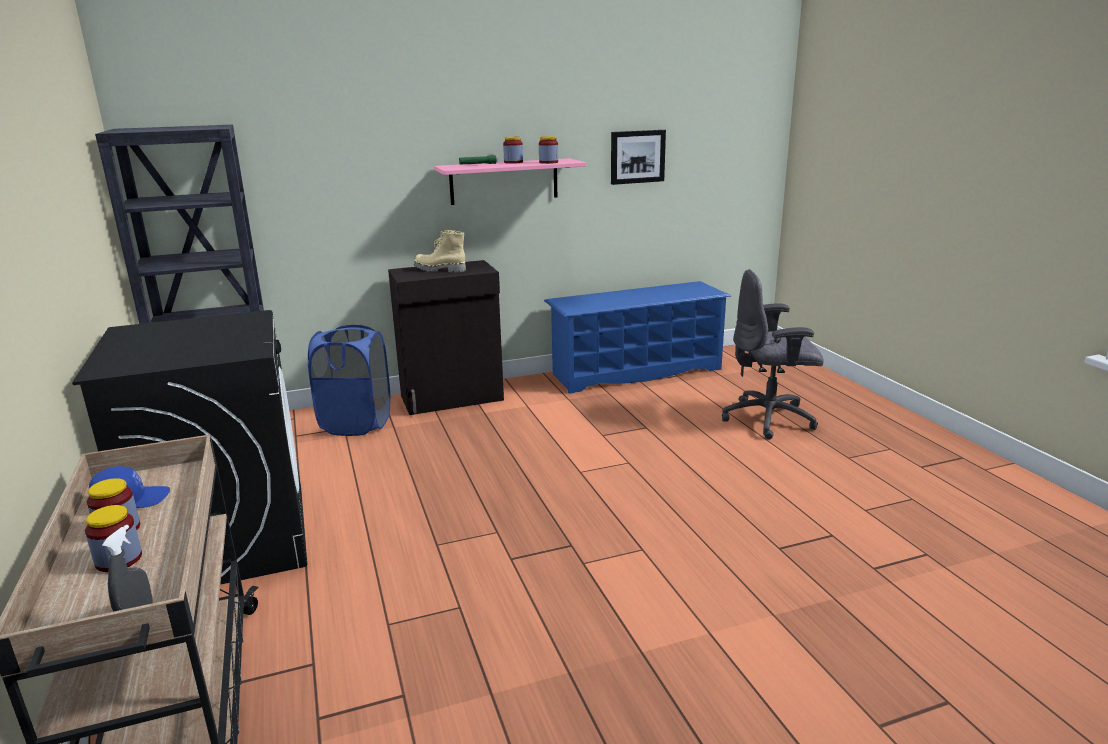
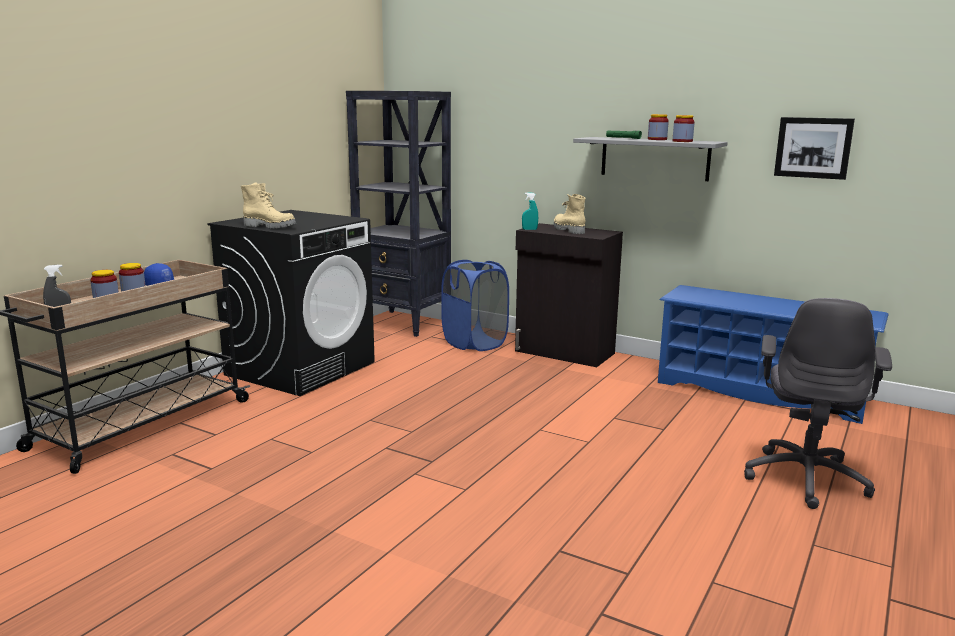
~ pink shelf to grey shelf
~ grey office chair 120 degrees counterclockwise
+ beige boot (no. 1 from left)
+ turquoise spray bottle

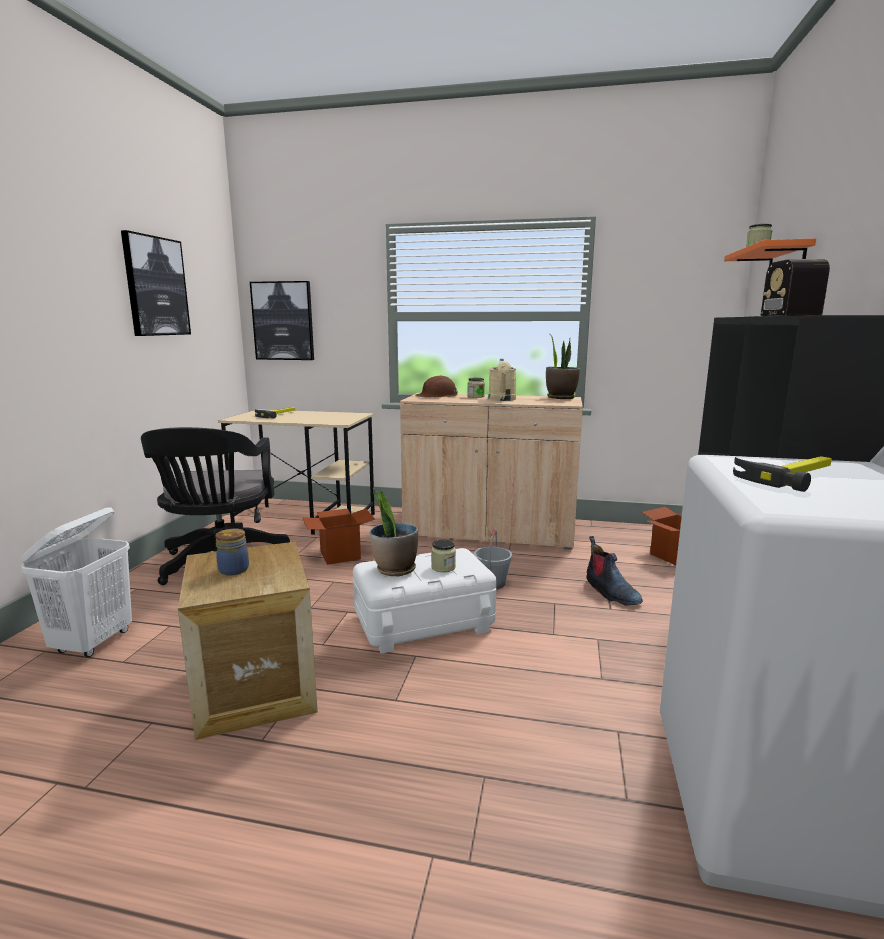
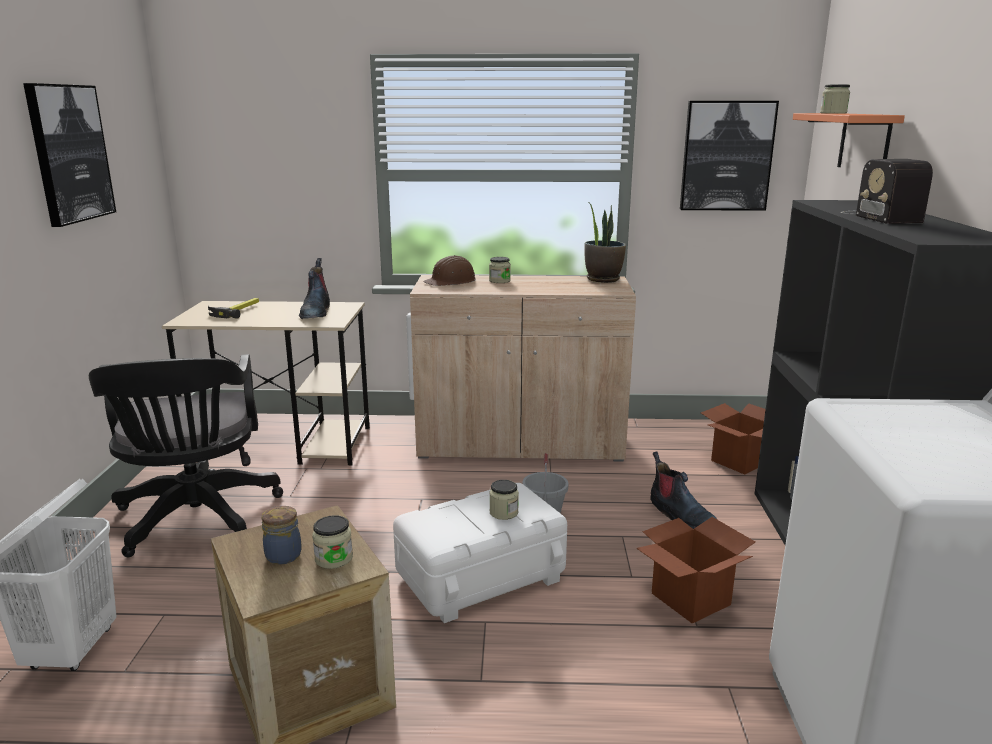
~ picture (no. 2 from left)
- beige watering can
- hammer (no. 2 from left)
- potted plant (no. 1 from left)
~ cardboard box (no. 1 from left)
+ boot (no. 1 from left)
+ jar (no. 2 from left)

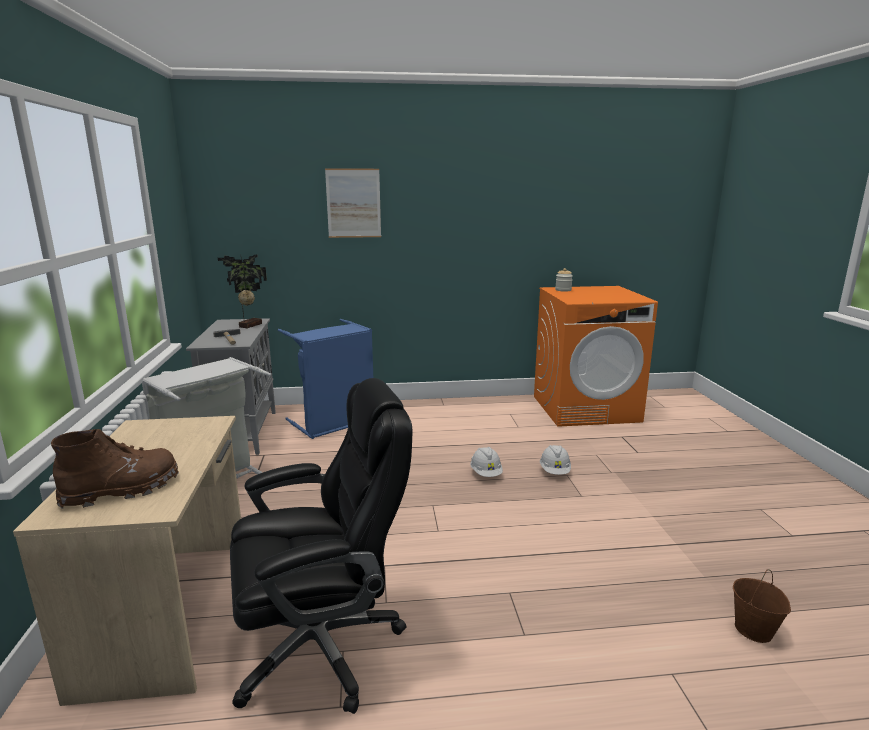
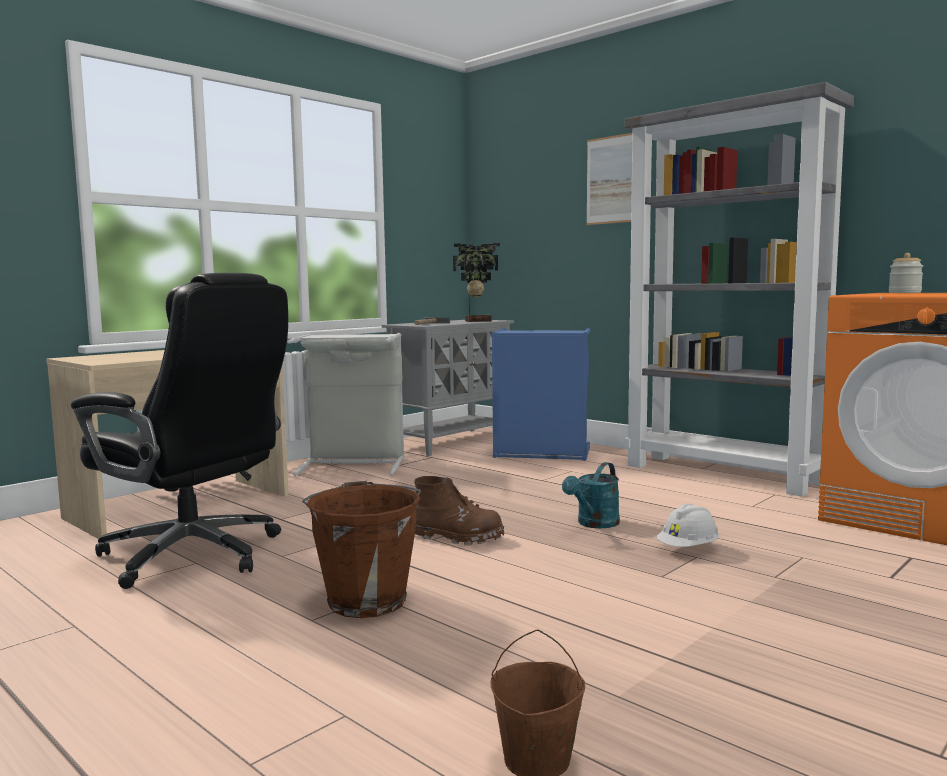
~ brown boot
~ white hard hat (no. 1 from left) to turquoise watering can
+ grey bookcase
+ brown bucket (no. 1 from left)

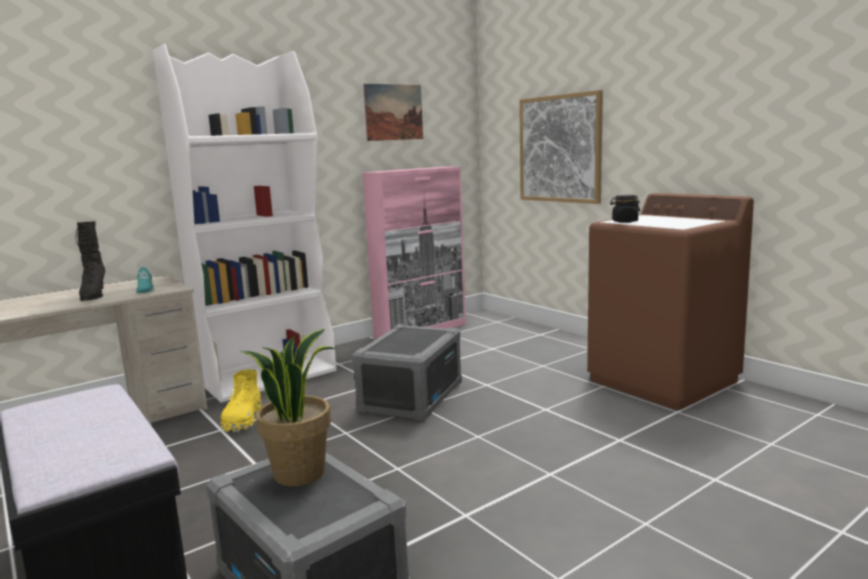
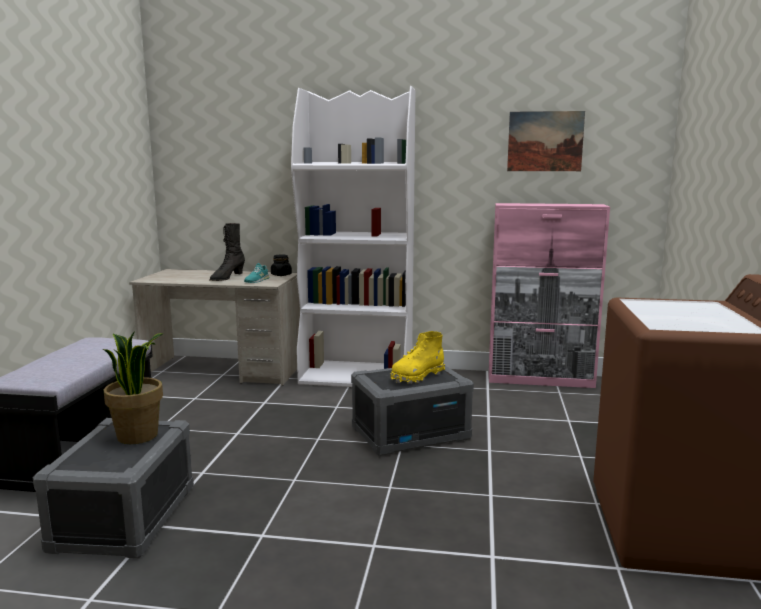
- picture (no. 2 from left)
~ black jar
~ yellow boot

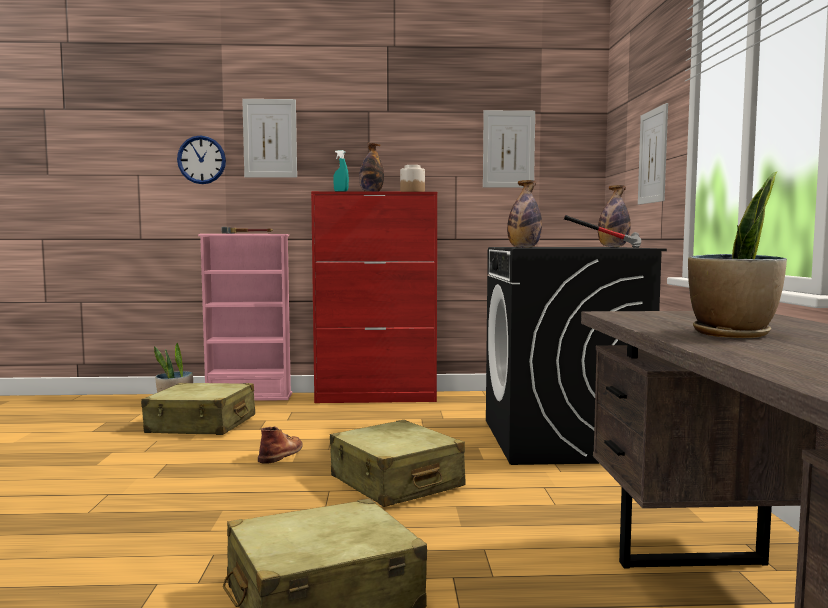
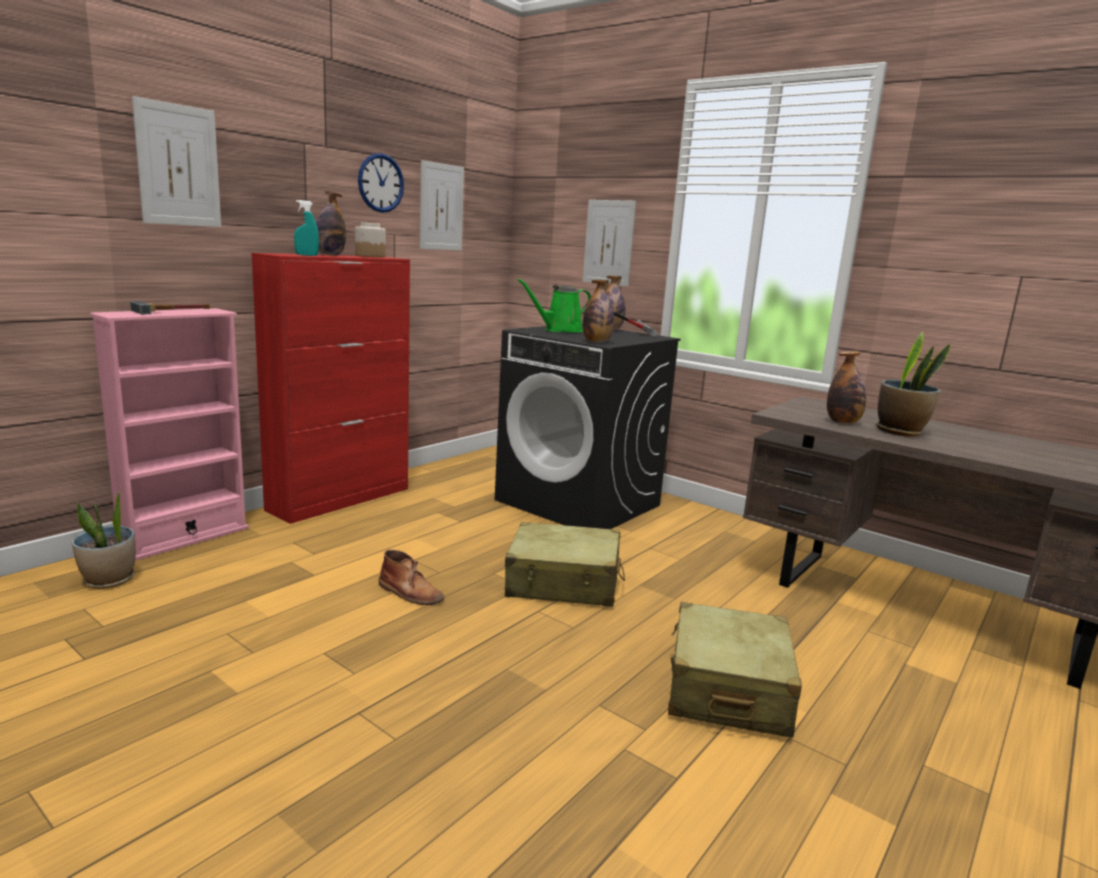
~ wall clock
- beige suitcase (no. 1 from left)
~ brown boot 150 degrees clockwise
+ green watering can
+ bottle (no. 4 from left)

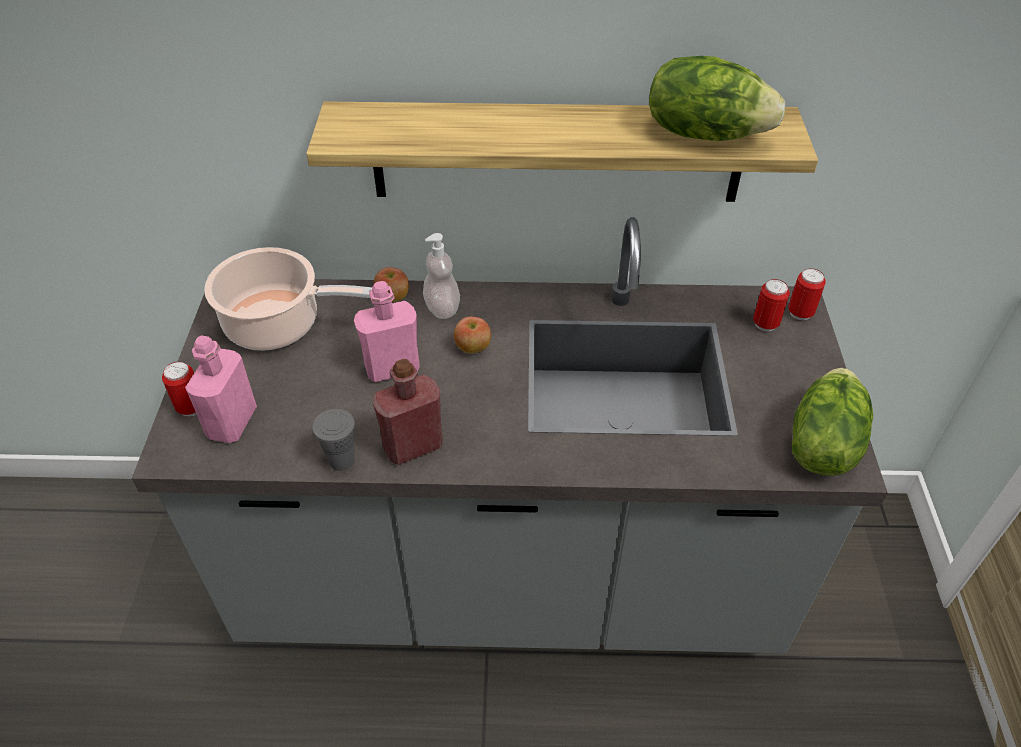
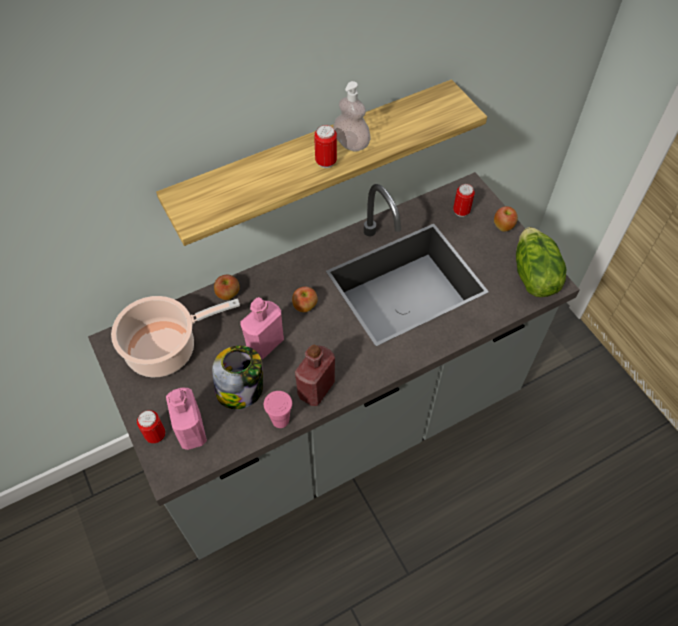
- lettuce (no. 1 from left)
~ soap dispenser
~ can (no. 3 from left in the first image) to can (no. 2 from left)
~ grey cup to pink cup
+ apple (no. 3 from left)
+ jar

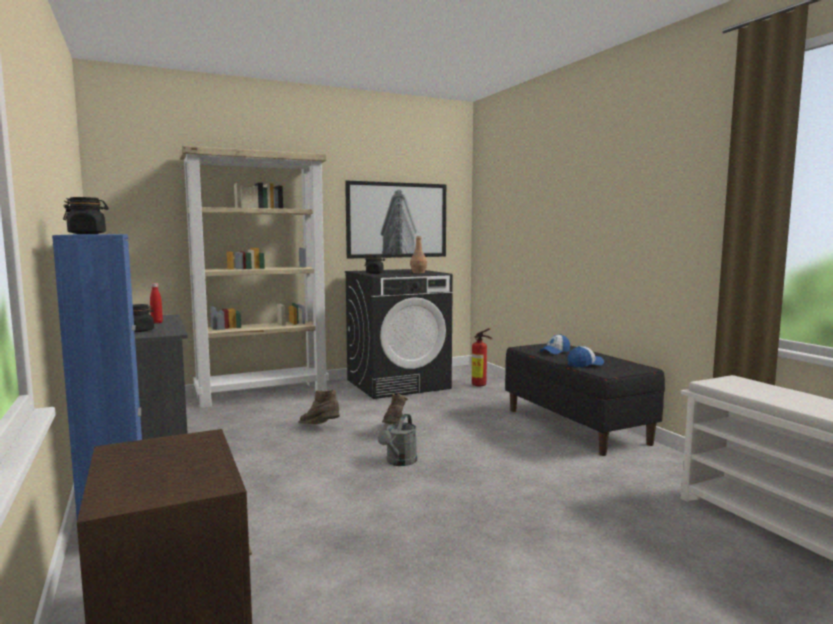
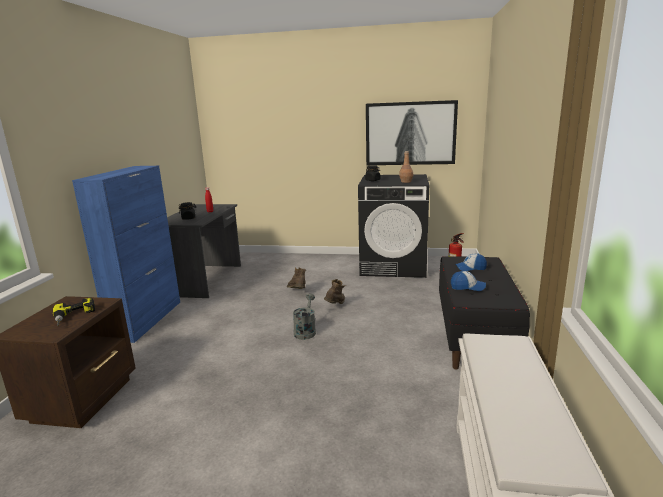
- beige bookcase
- black jar (no. 1 from left)
~ grey watering can 135 degrees clockwise
+ power drill

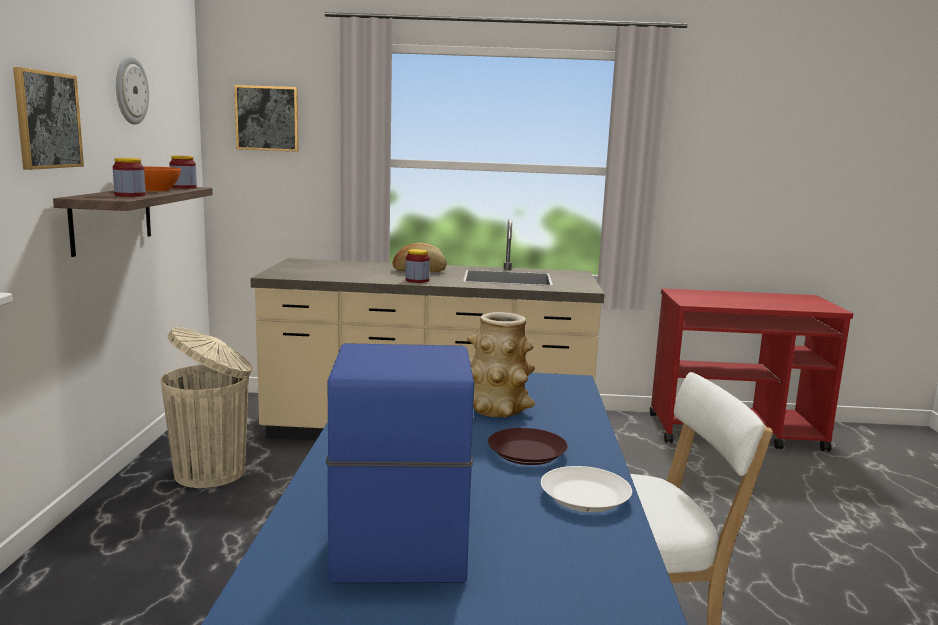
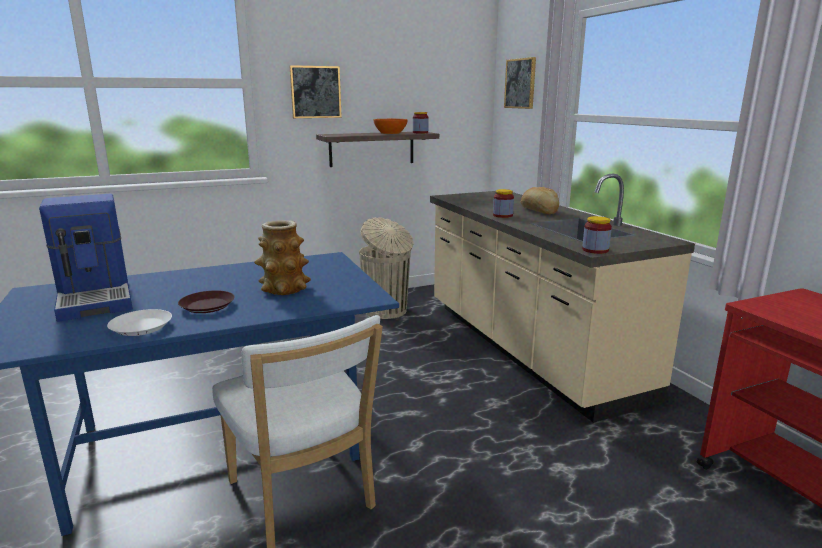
- wall clock
~ jar (no. 1 from left in the first image) to jar (no. 3 from left)
~ coffee machine 90 degrees clockwise

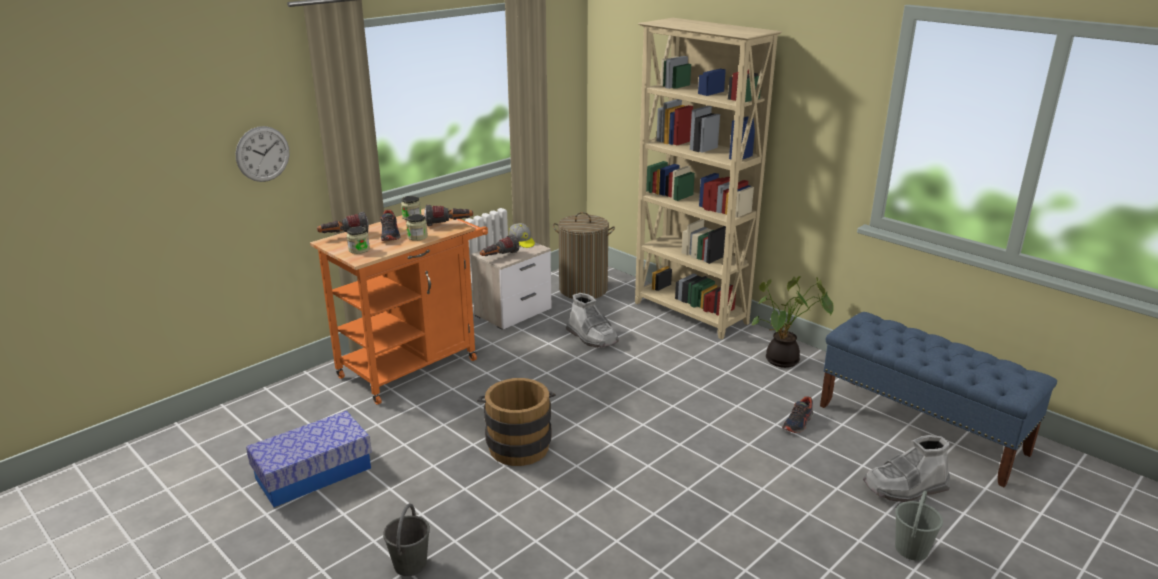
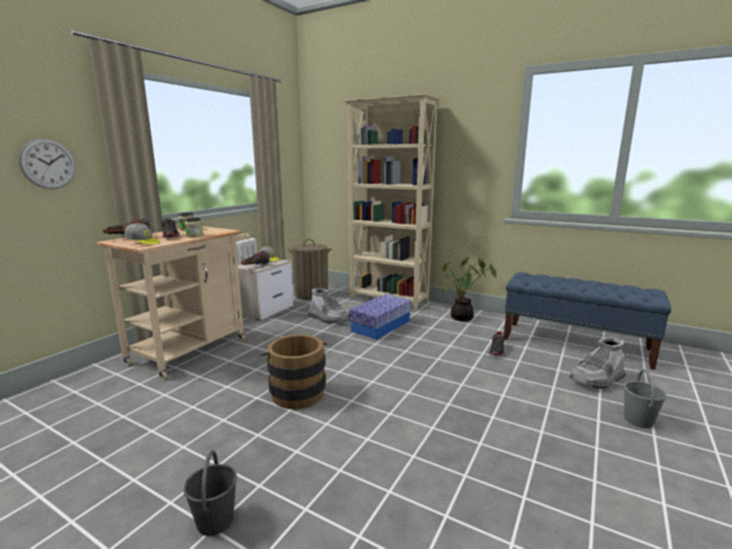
- flashlight (no. 2 from left)
~ orange cart to beige cart
~ jar (no. 1 from left) to cap (no. 1 from left)
~ storage box

